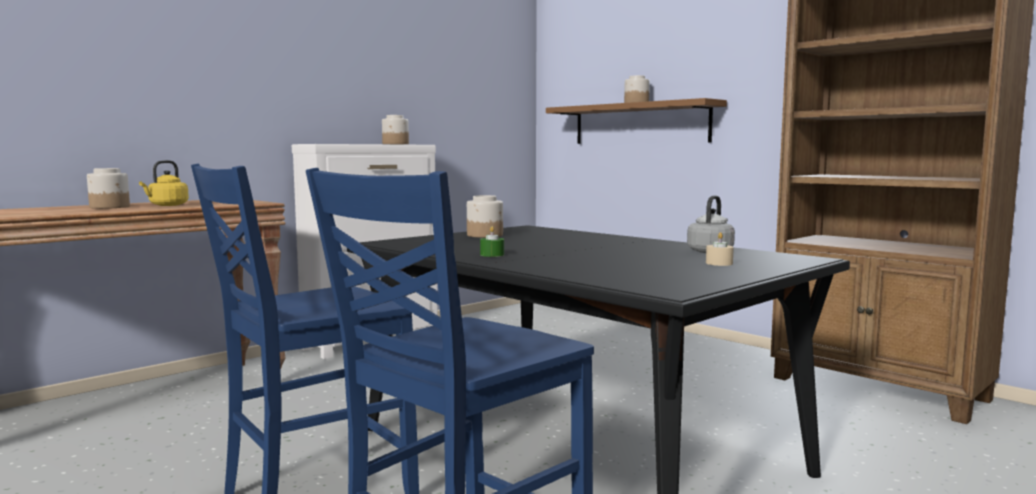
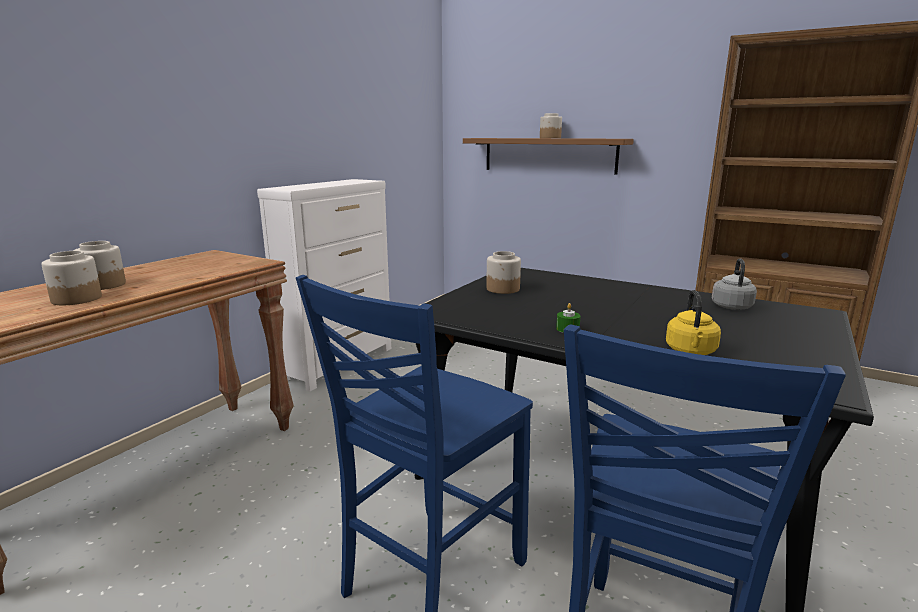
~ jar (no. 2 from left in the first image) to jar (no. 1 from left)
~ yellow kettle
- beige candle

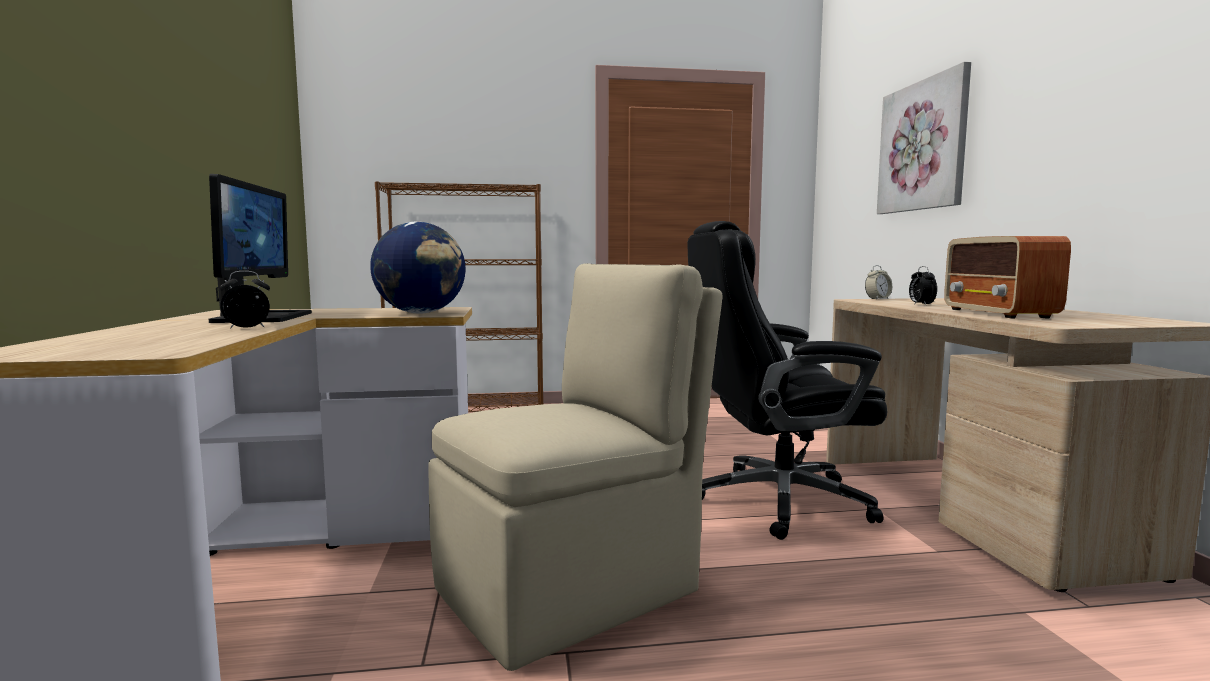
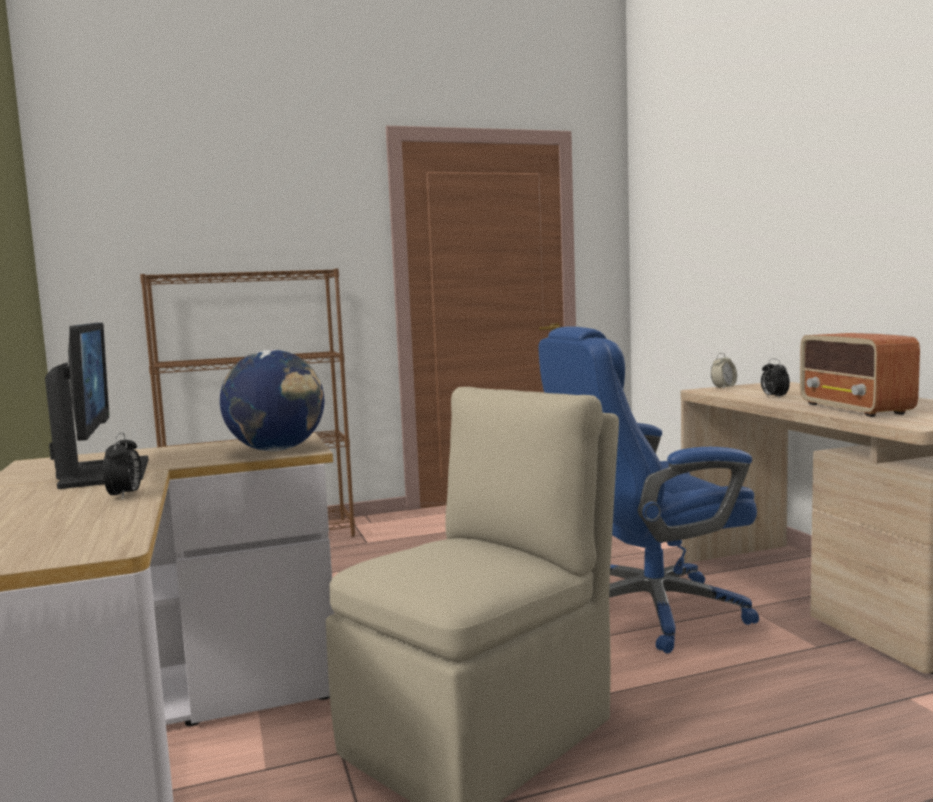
- picture
~ black office chair to blue office chair
~ alarm clock (no. 1 from left) 120 degrees clockwise

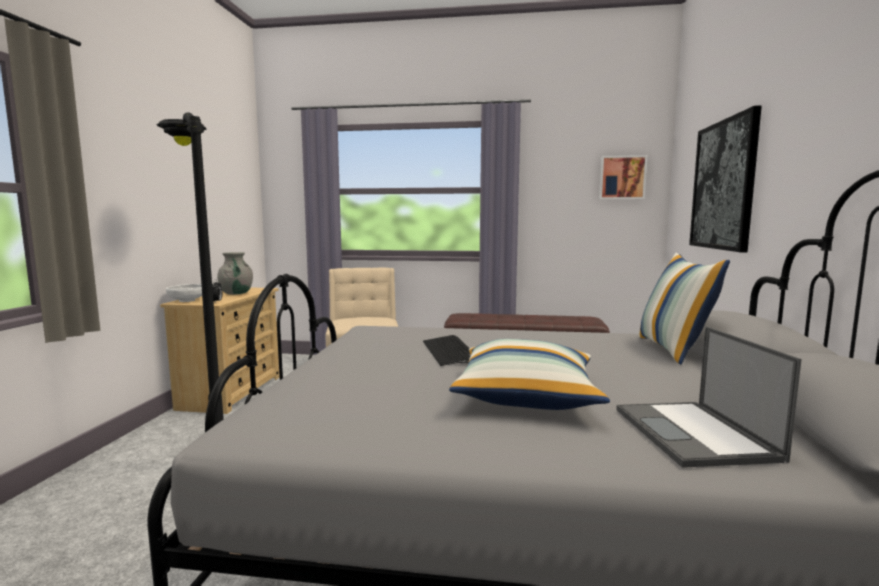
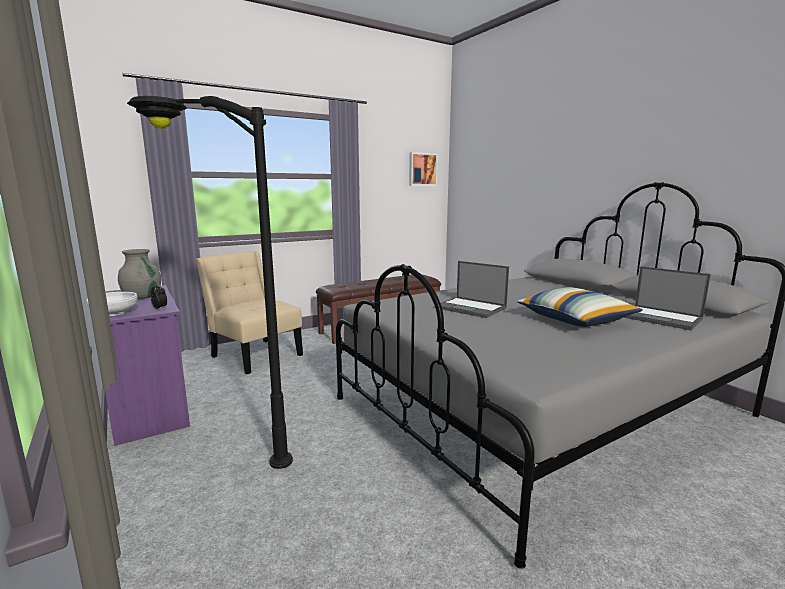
- picture (no. 2 from left)
- pillow (no. 2 from left)
~ beige dresser to purple dresser
~ keyboard to laptop (no. 1 from left)

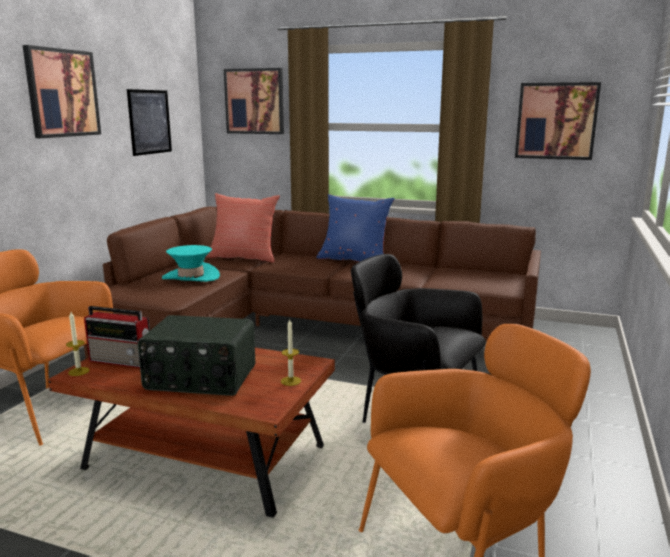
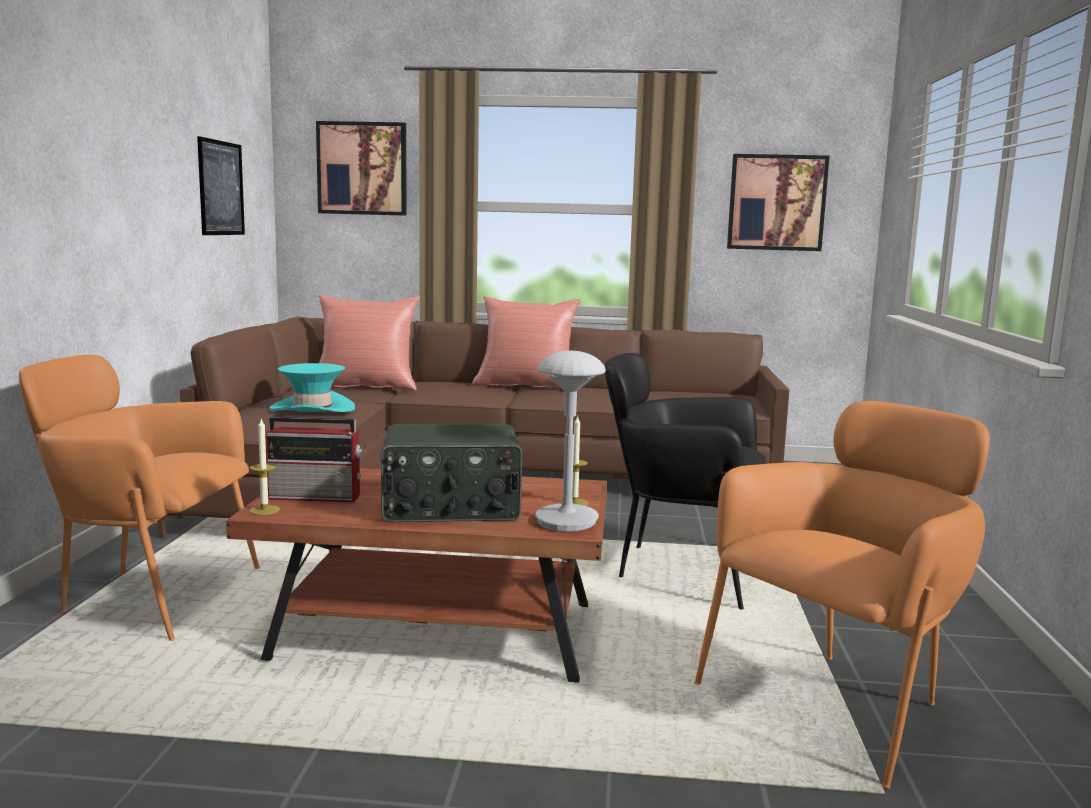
- picture (no. 1 from left)
~ blue pillow to red pillow (no. 2 from left)
+ grey table lamp

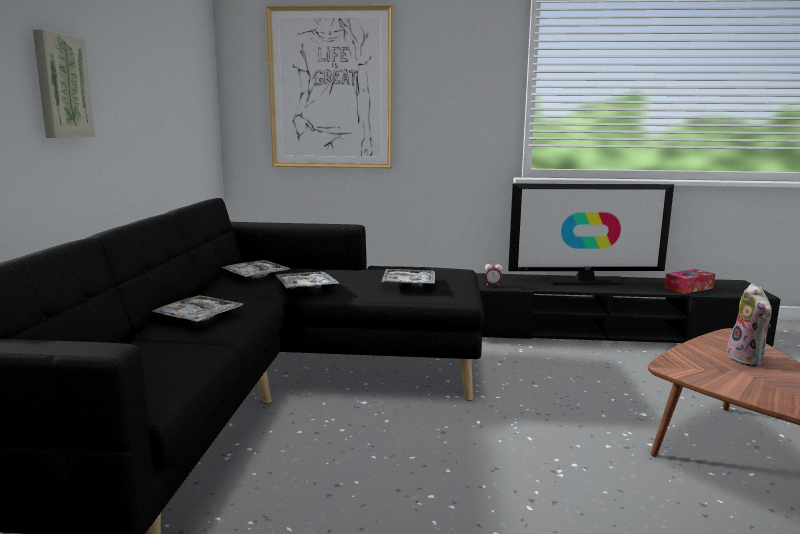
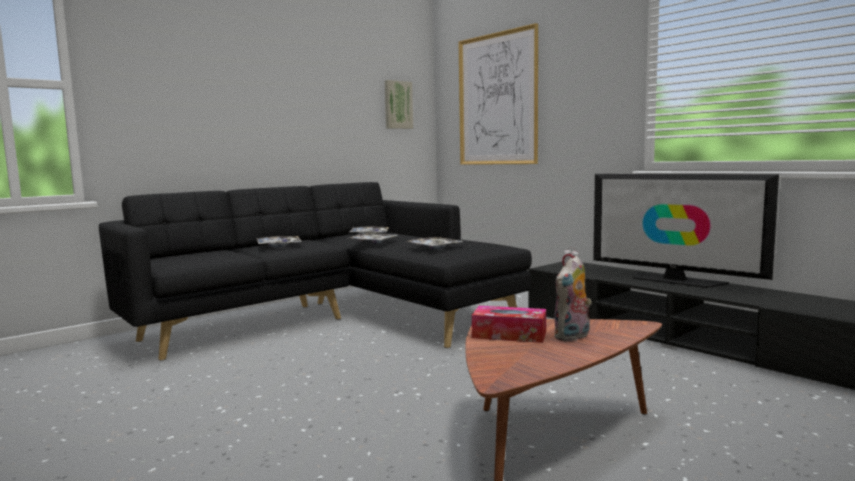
~ picture (no. 1 from left)
~ tissue box

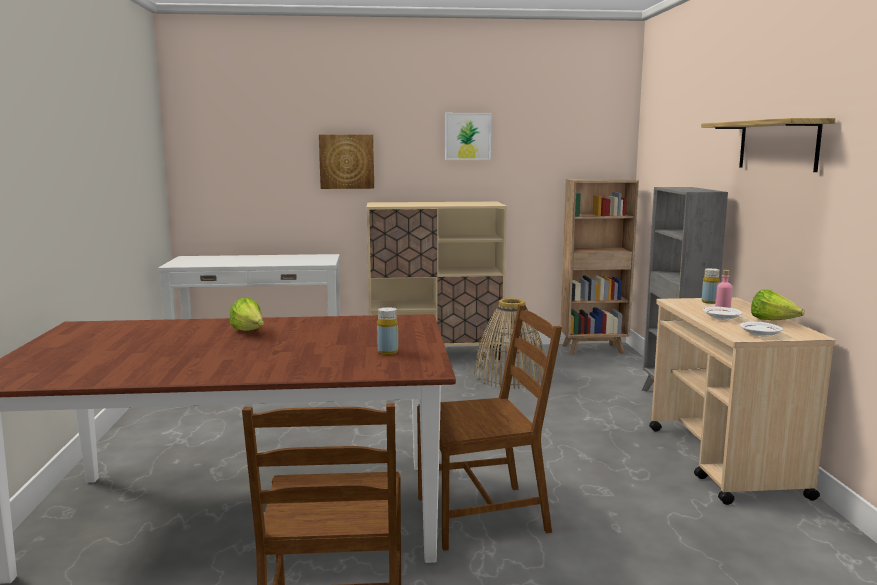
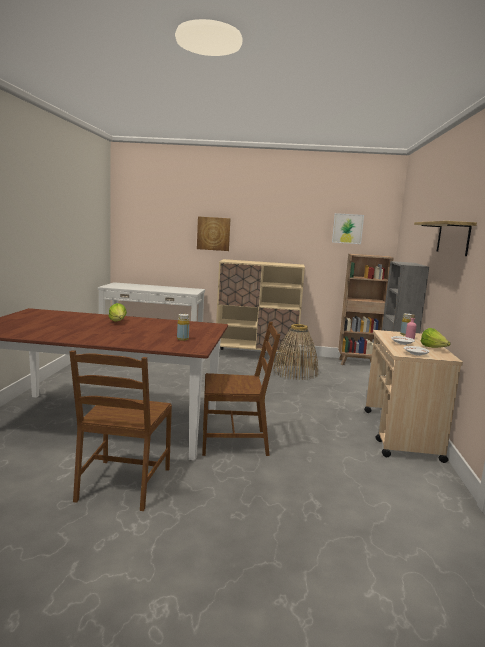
~ picture (no. 2 from left)

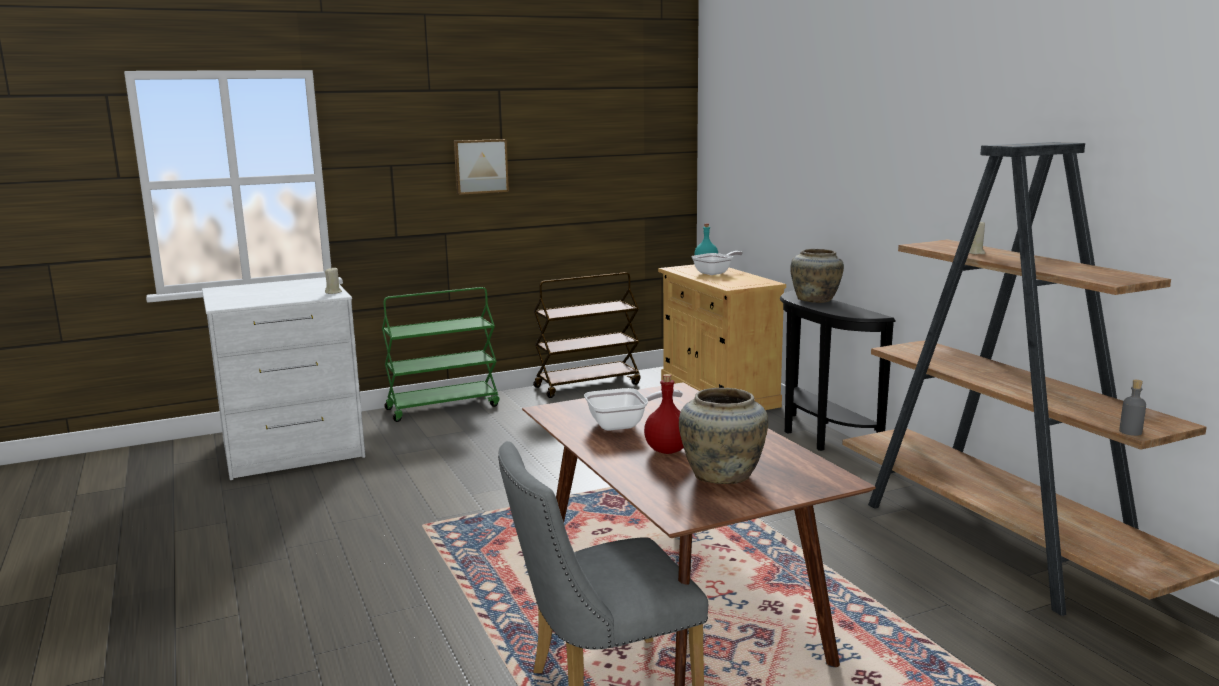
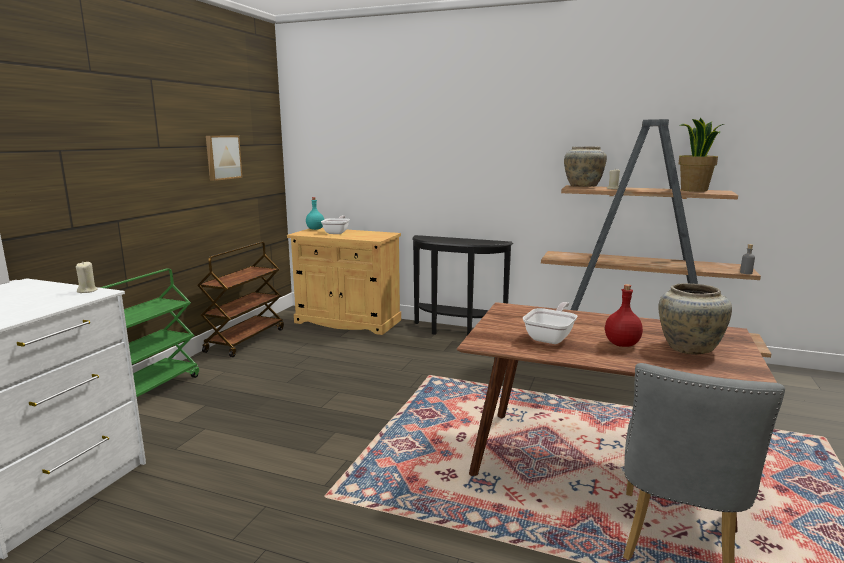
~ picture
~ beige vase (no. 2 from left in the first image) to beige vase (no. 1 from left)
+ potted plant

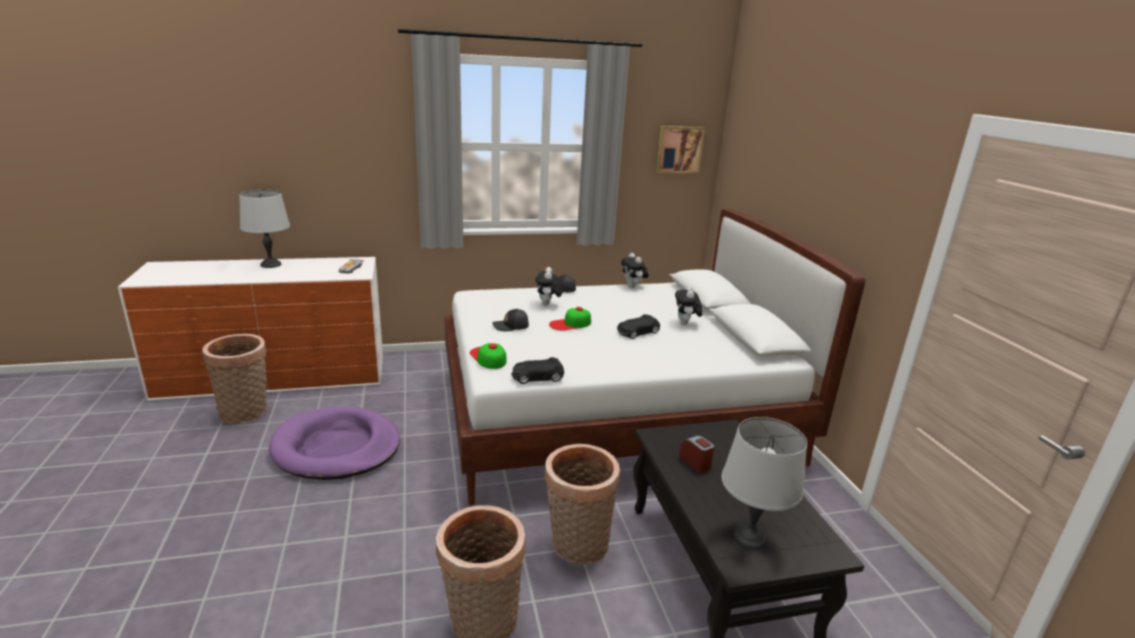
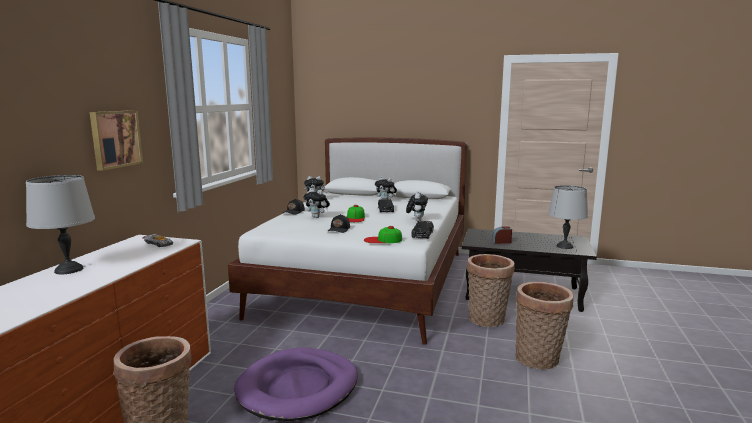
~ picture
+ plush toy (no. 4 from left)

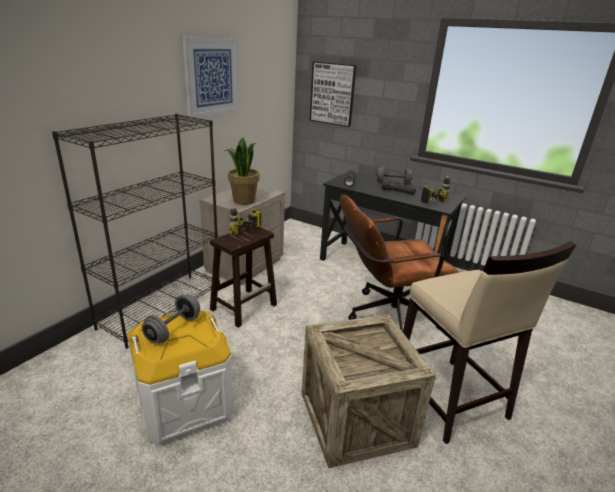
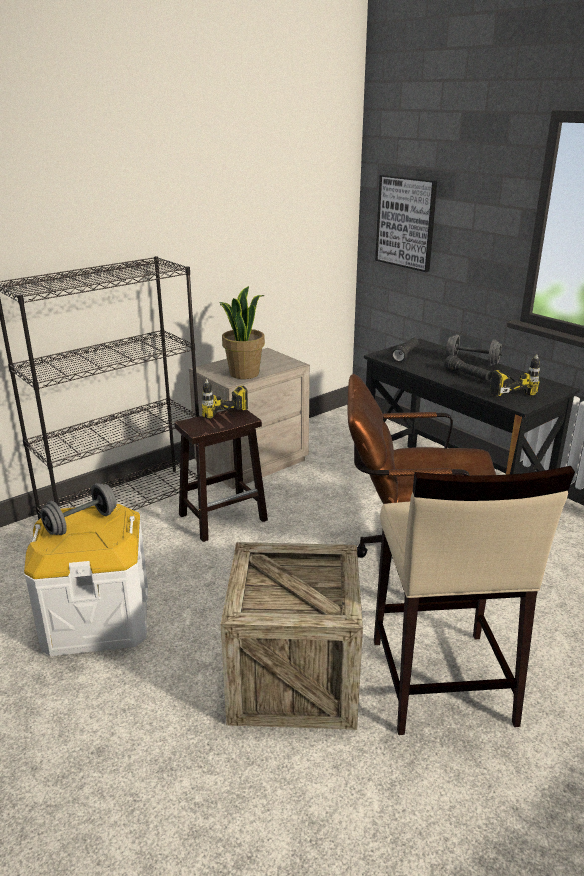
- picture (no. 1 from left)

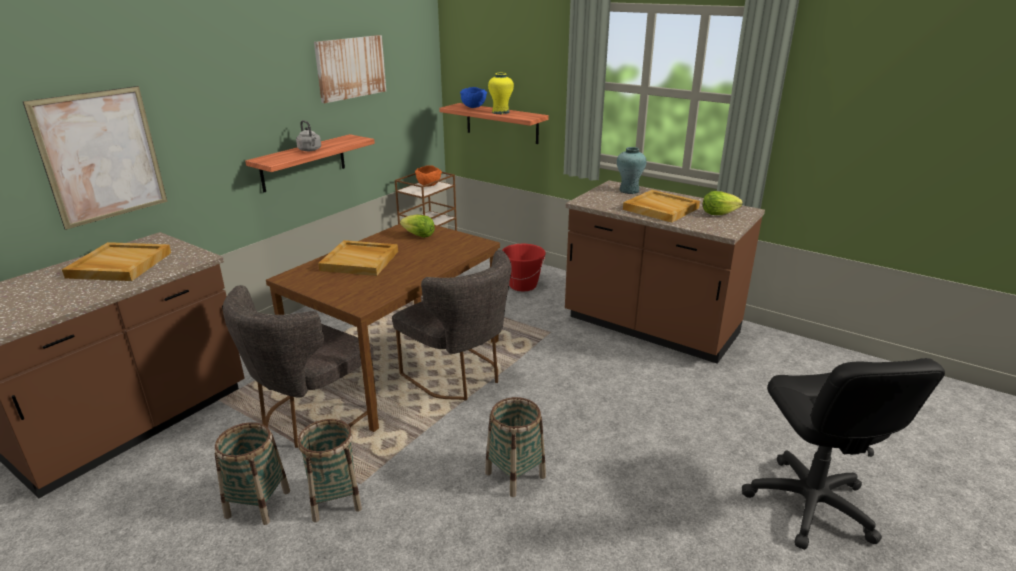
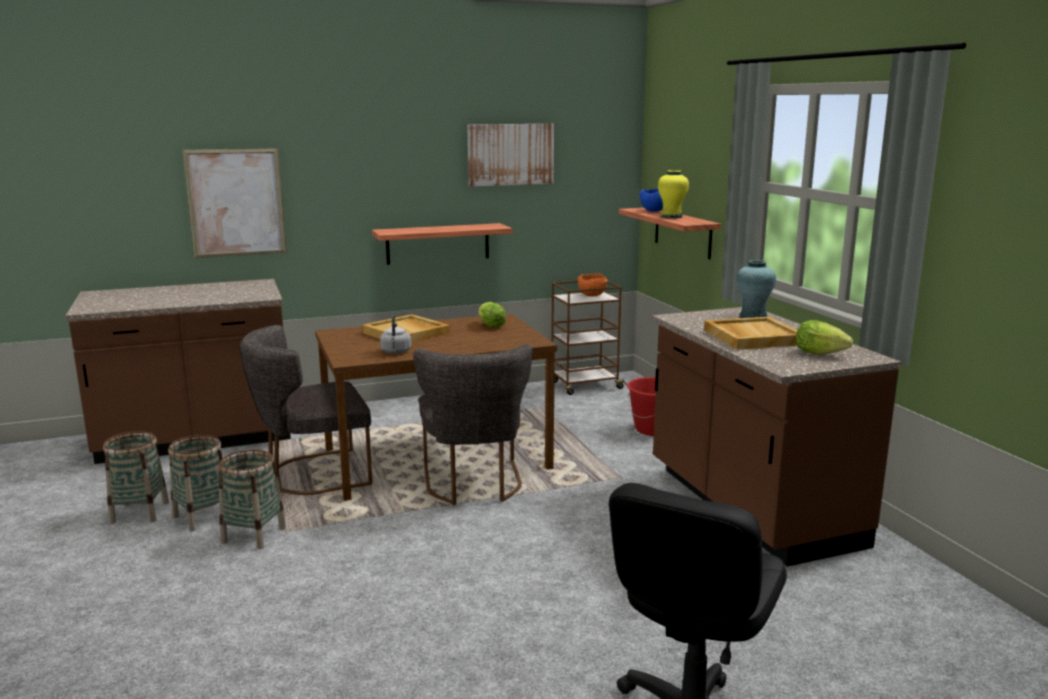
~ grey kettle
- beige tray (no. 1 from left)
~ basket (no. 3 from left in the first image) to basket (no. 1 from left)

